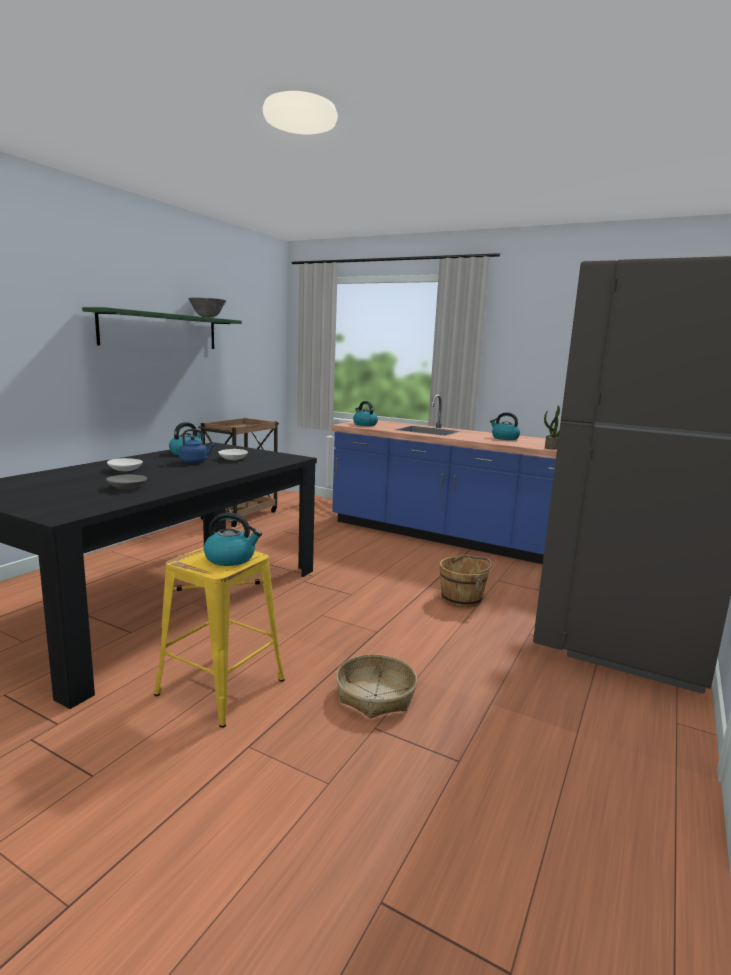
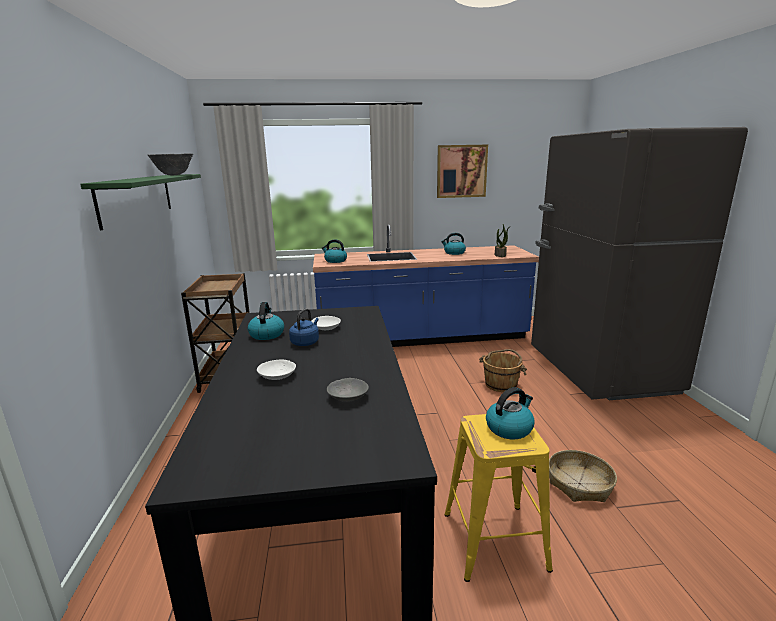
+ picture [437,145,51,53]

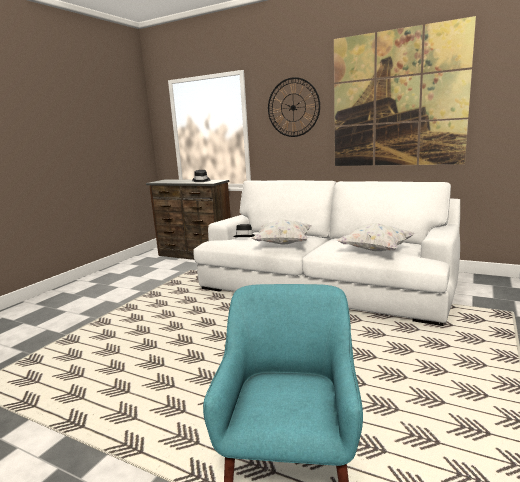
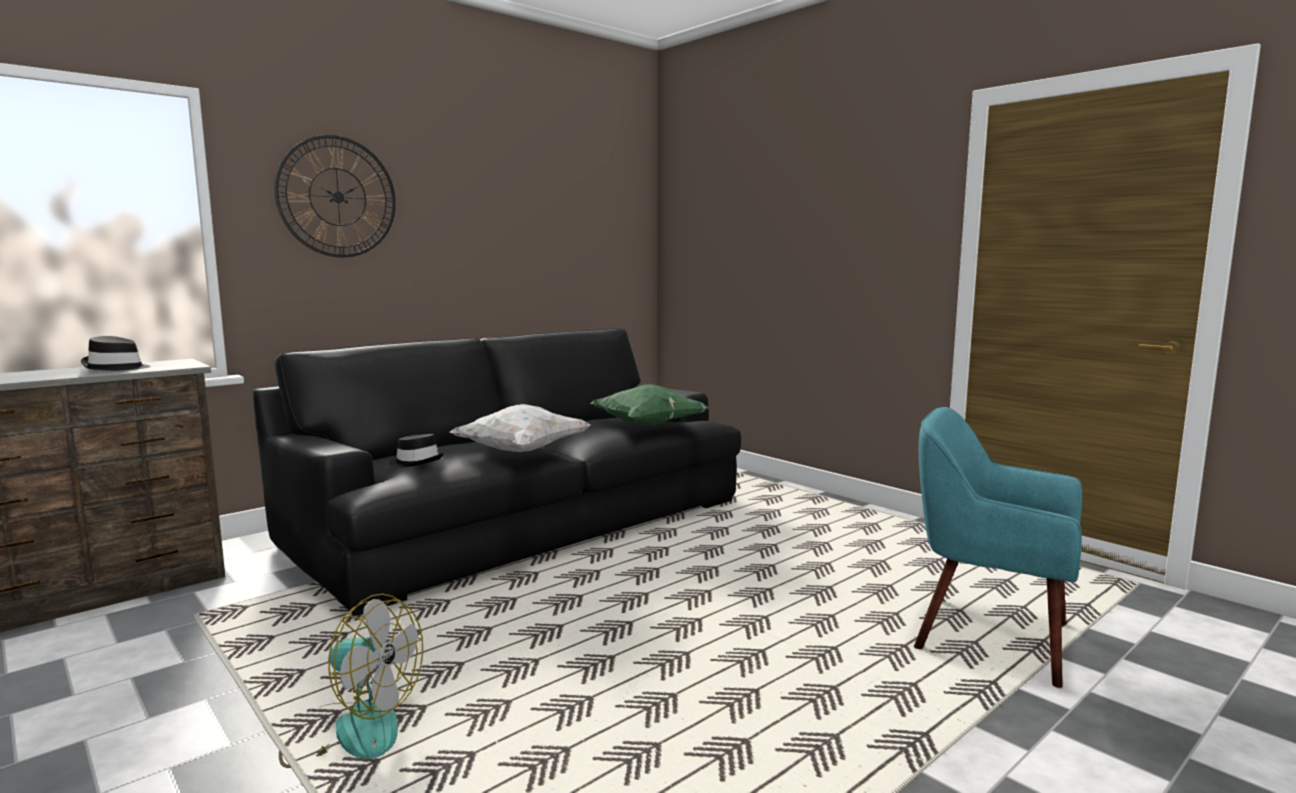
- picture [334,16,142,150]
+ fan [279,593,144,175]
~ sofa in white [193,180,267,146] to sofa in black [253,328,488,288]
~ pillow in white [336,223,79,28] to pillow in green [590,384,119,41]

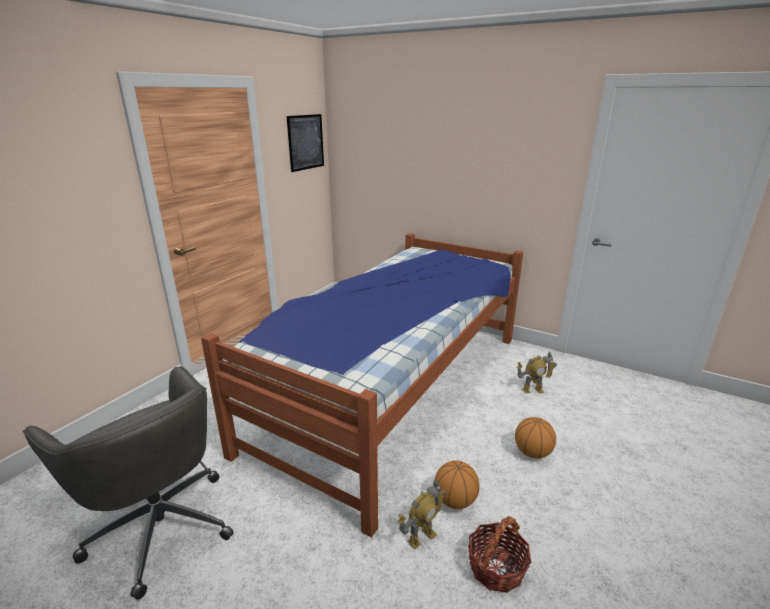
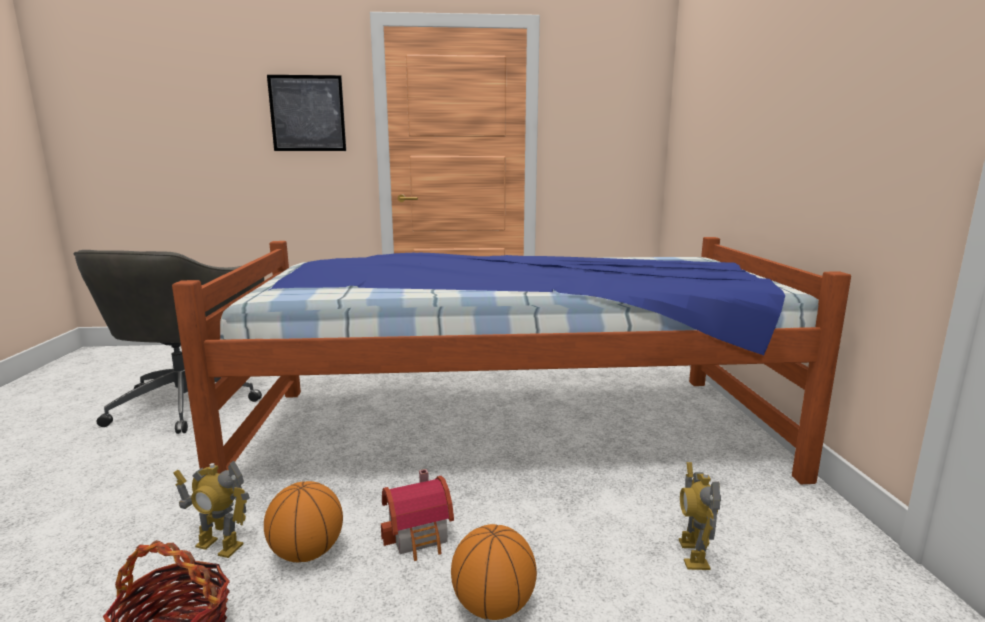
+ toy house [381,469,73,92]
~ picture [287,114,37,58] to [267,75,79,76]
~ toy robot [517,351,40,42] = [679,462,42,108] 45 degrees clockwise

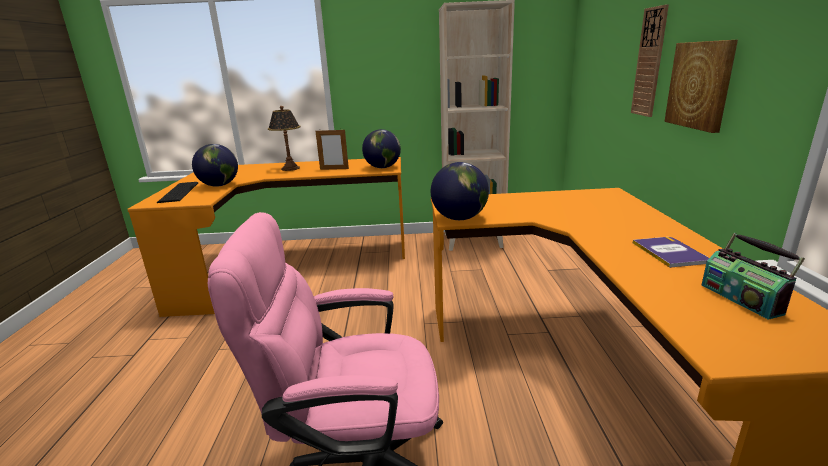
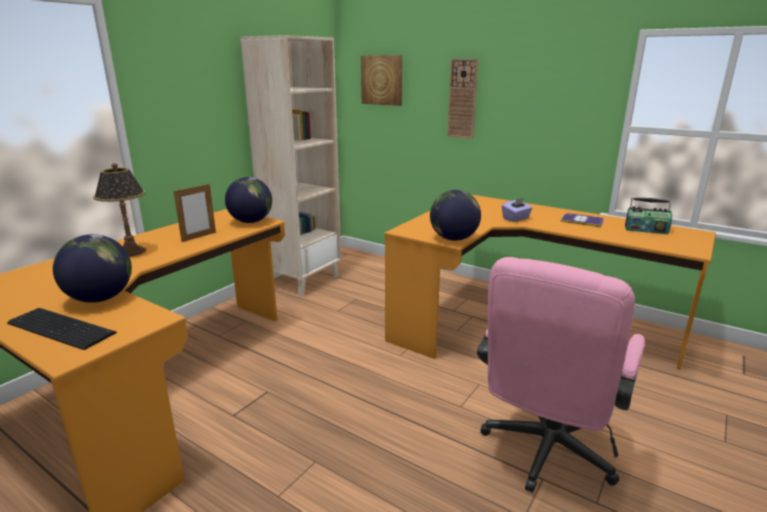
+ tissue box in purple [502,198,31,24]
~ picture [664,40,74,93] to [361,55,41,51]

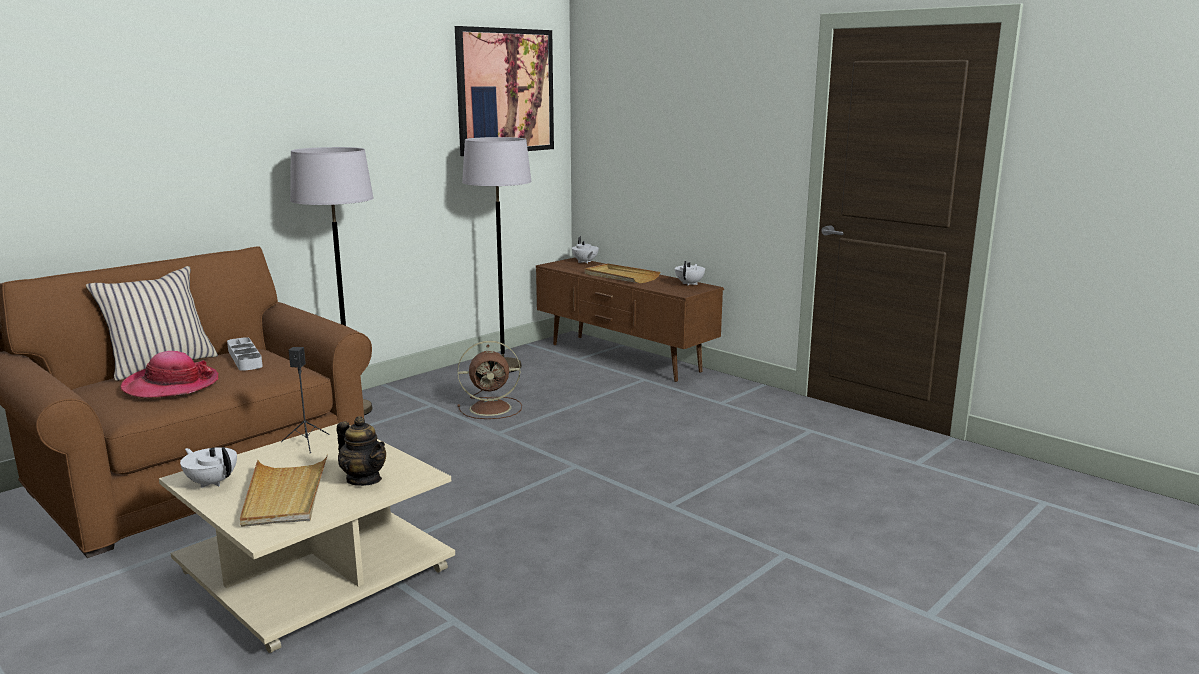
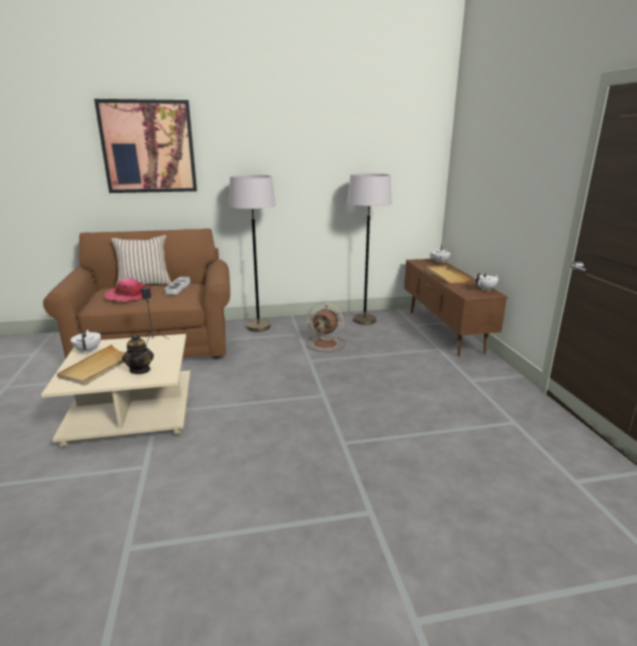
~ picture [455,26,99,130] to [94,99,103,94]

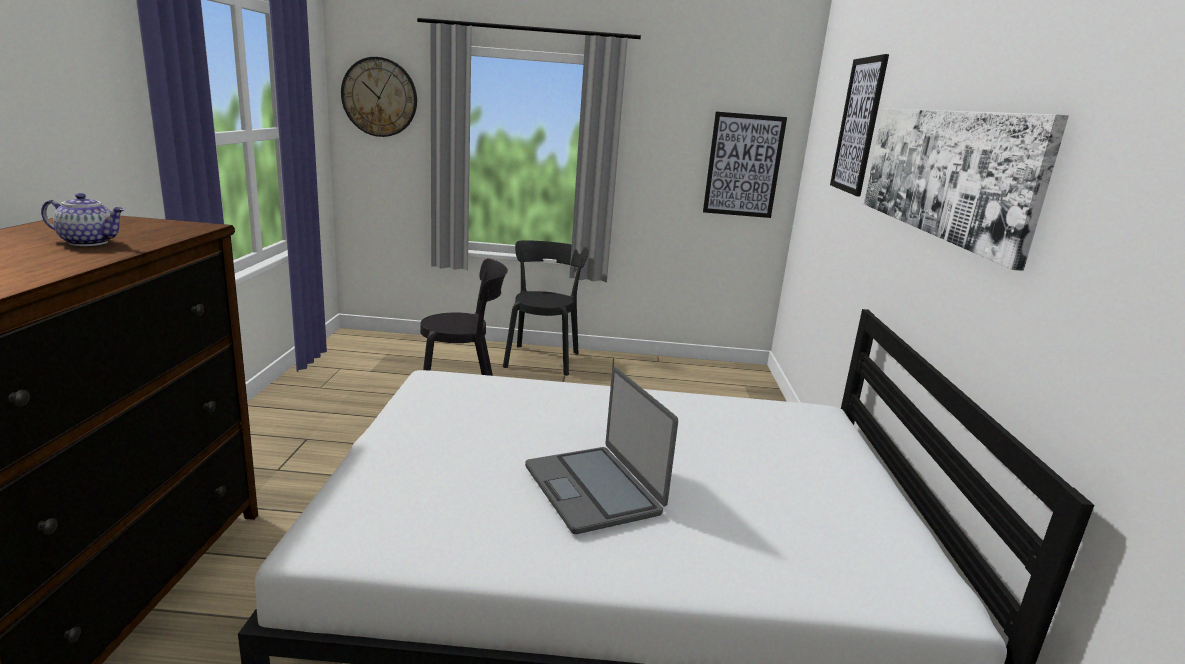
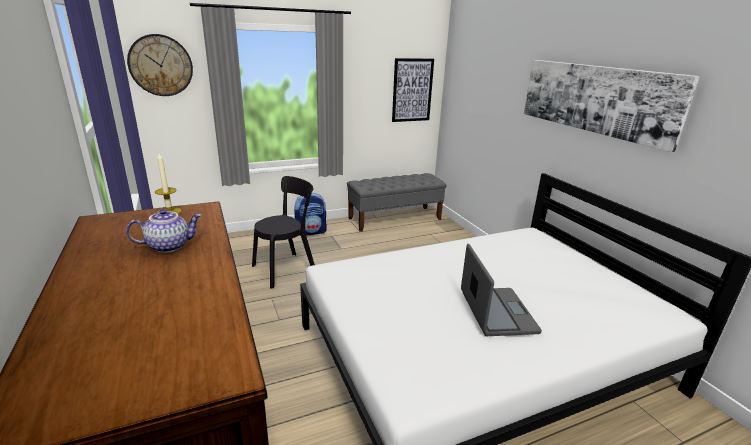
- picture [830,54,59,143]
+ candle [155,153,27,61]
+ bench in grey [347,173,100,59]
~ chair in black [503,240,85,136] to backpack [294,192,33,43]
~ laptop [525,367,153,167] = [461,244,81,92] 135 degrees counterclockwise

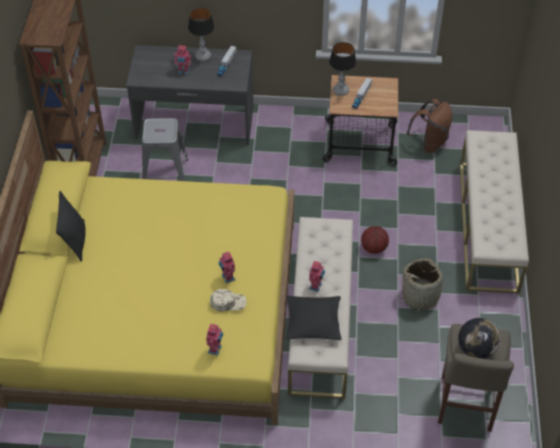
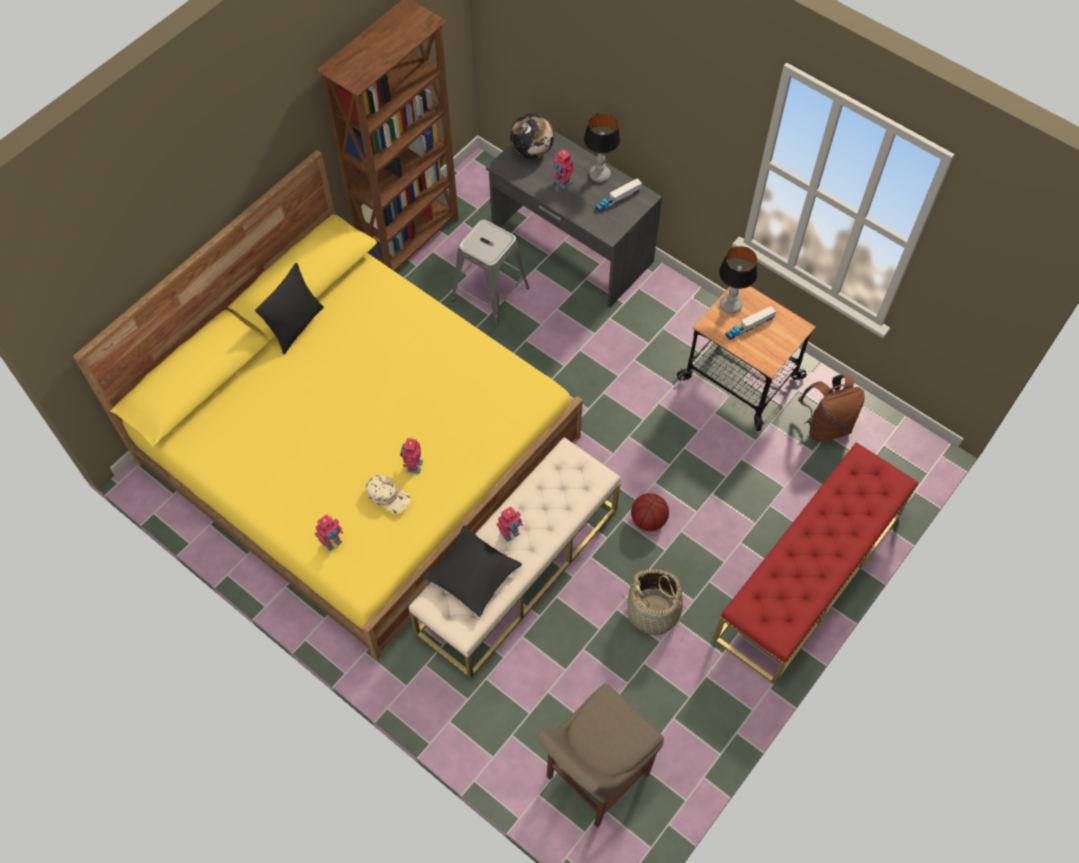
~ globe [458,318,42,41] to [510,113,44,45]
~ bench in beige [460,130,69,164] to bench in red [713,442,205,243]

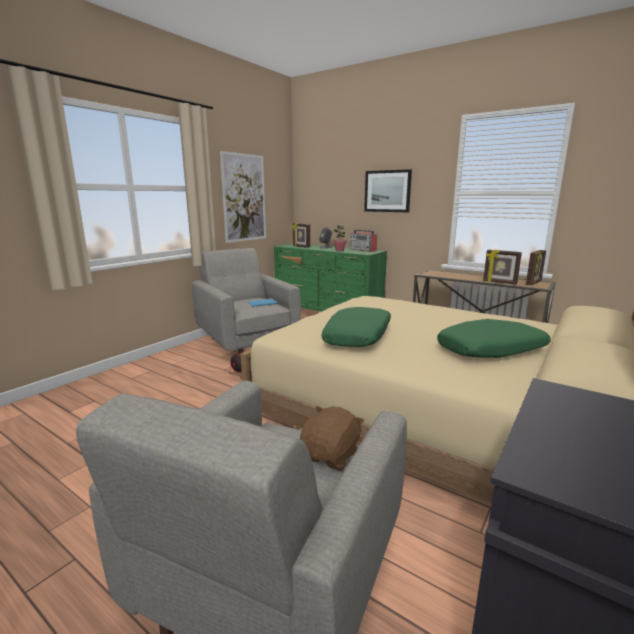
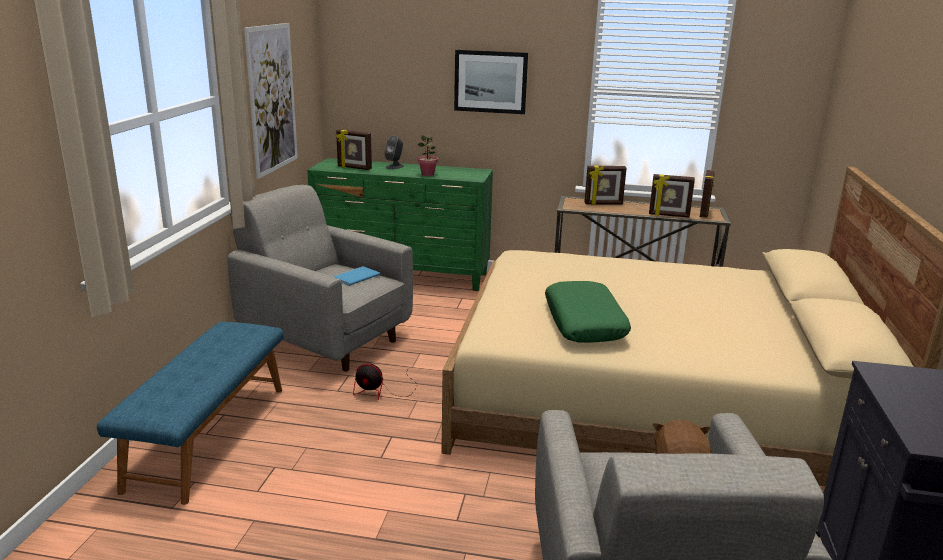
- radio [350,230,27,22]
- pillow in green [437,319,114,39]
+ bench in blue [97,322,186,183]
+ picture frame [584,166,43,39]

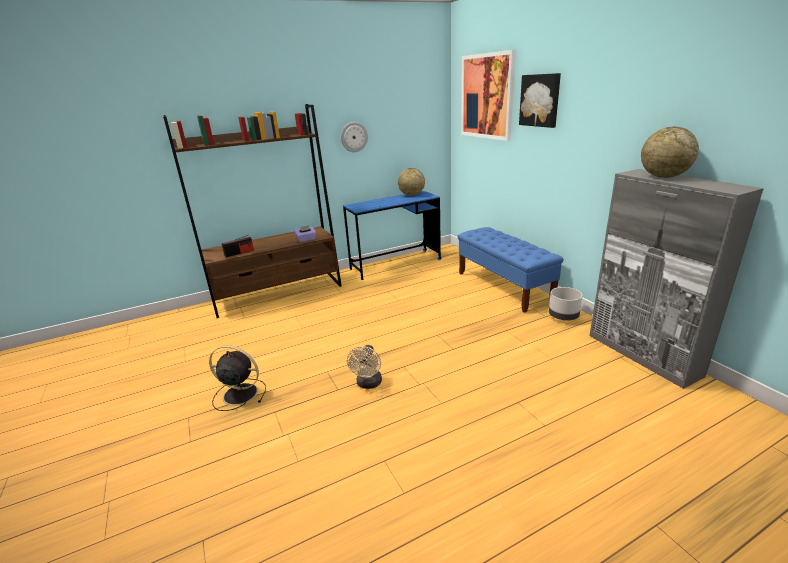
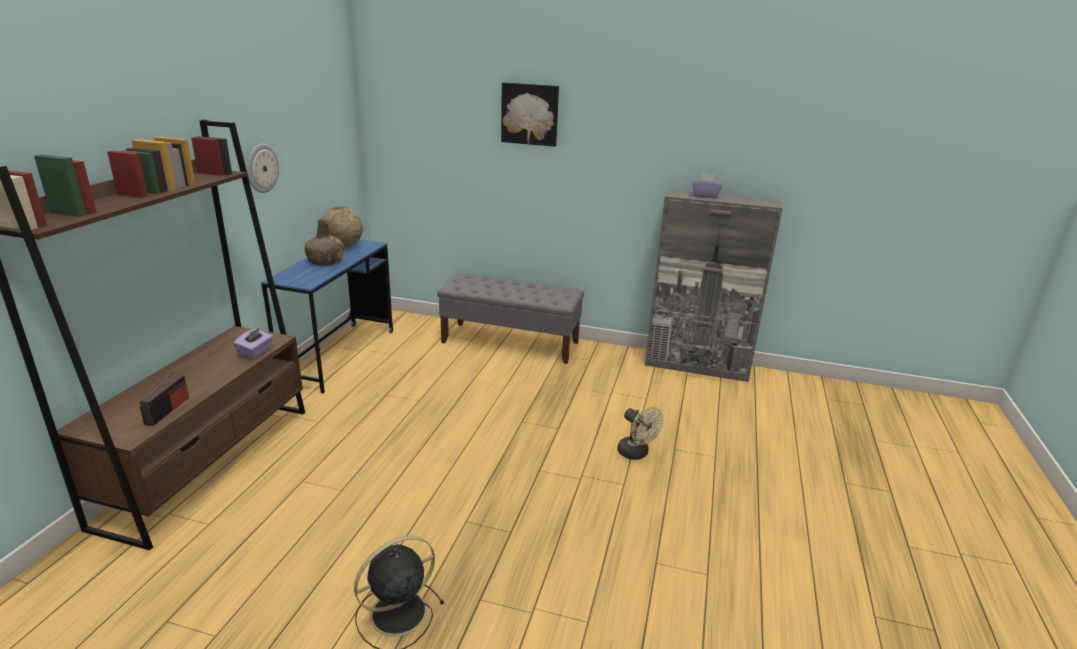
- picture [461,50,54,91]
- planter in grey [549,287,34,33]
+ bottle in green [305,219,39,47]
~ fan in beige [347,345,35,44] to [617,406,47,54]
~ globe [641,127,58,51] to tissue box in purple [692,173,30,25]
~ bench in blue [457,227,107,86] to bench in grey [437,273,147,91]

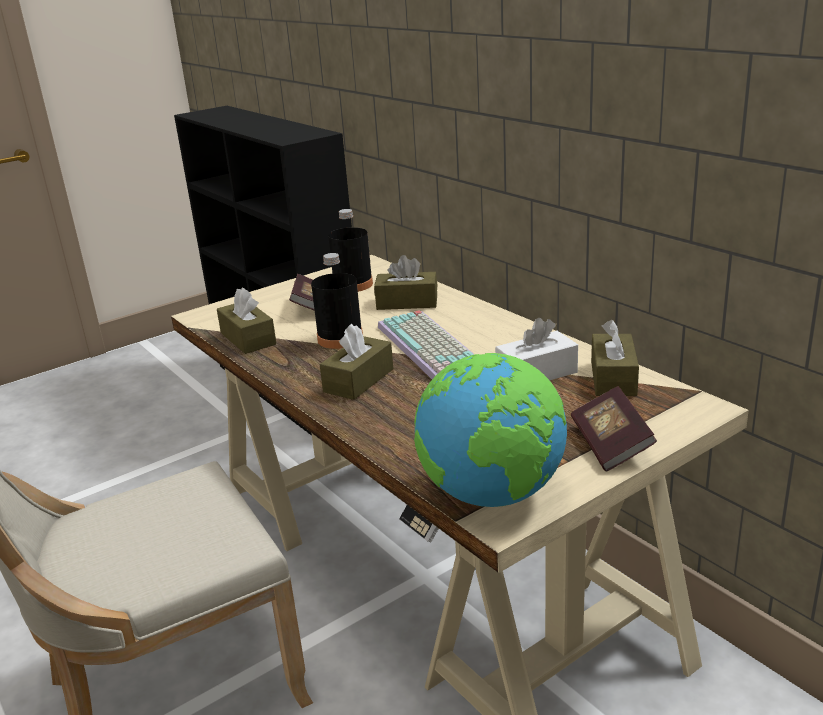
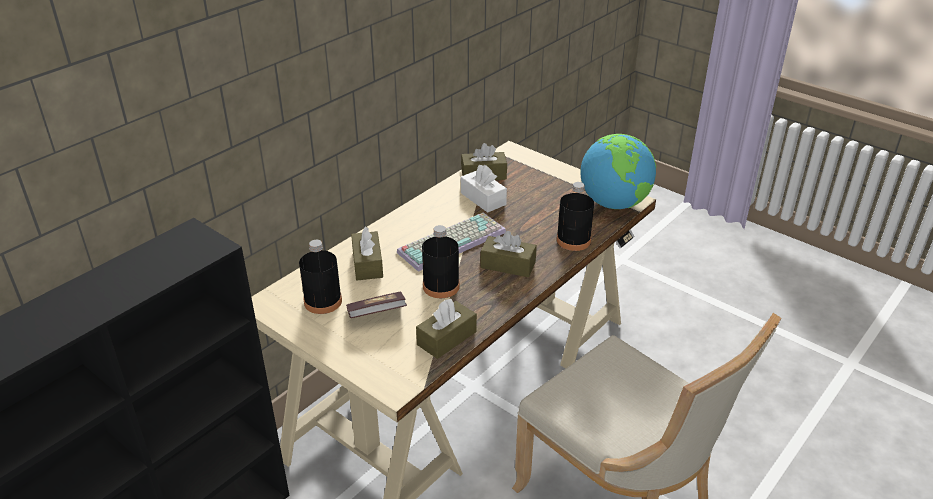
- book [571,386,86,86]
+ bottle in black [556,182,38,69]

